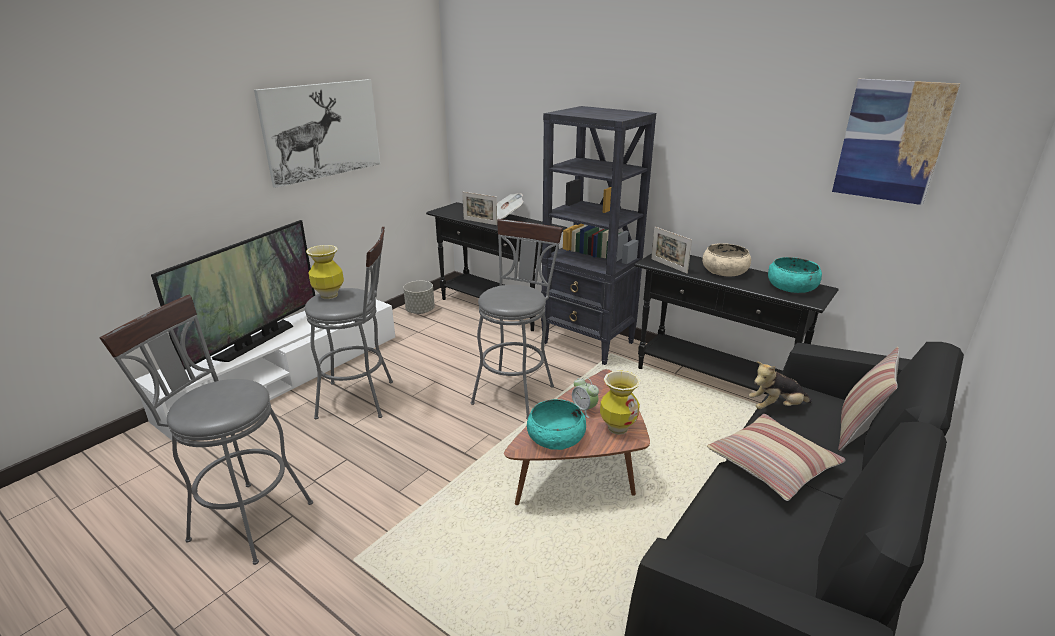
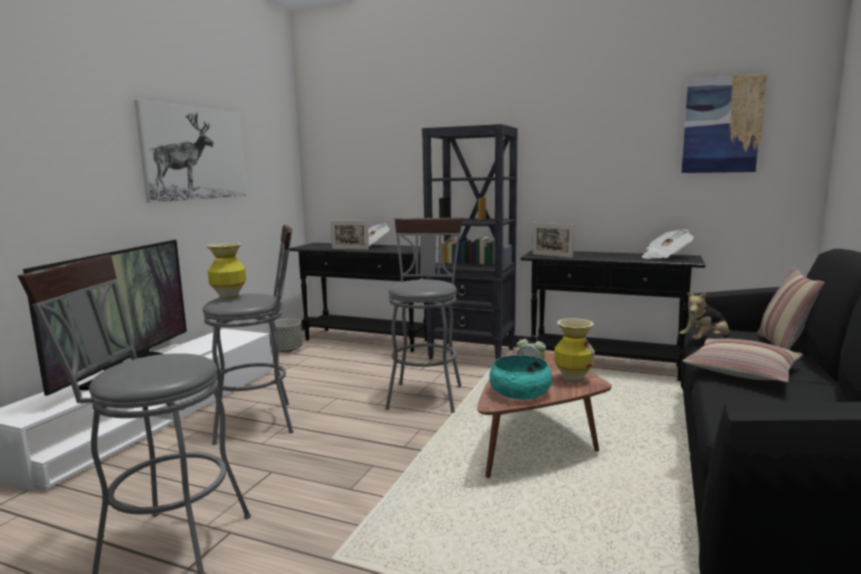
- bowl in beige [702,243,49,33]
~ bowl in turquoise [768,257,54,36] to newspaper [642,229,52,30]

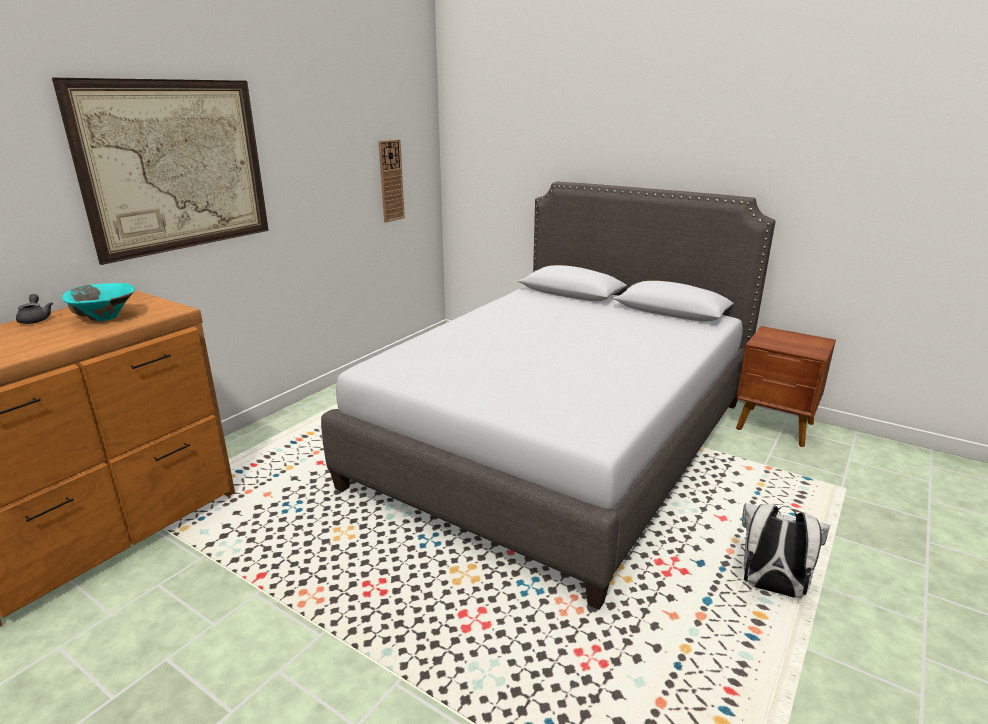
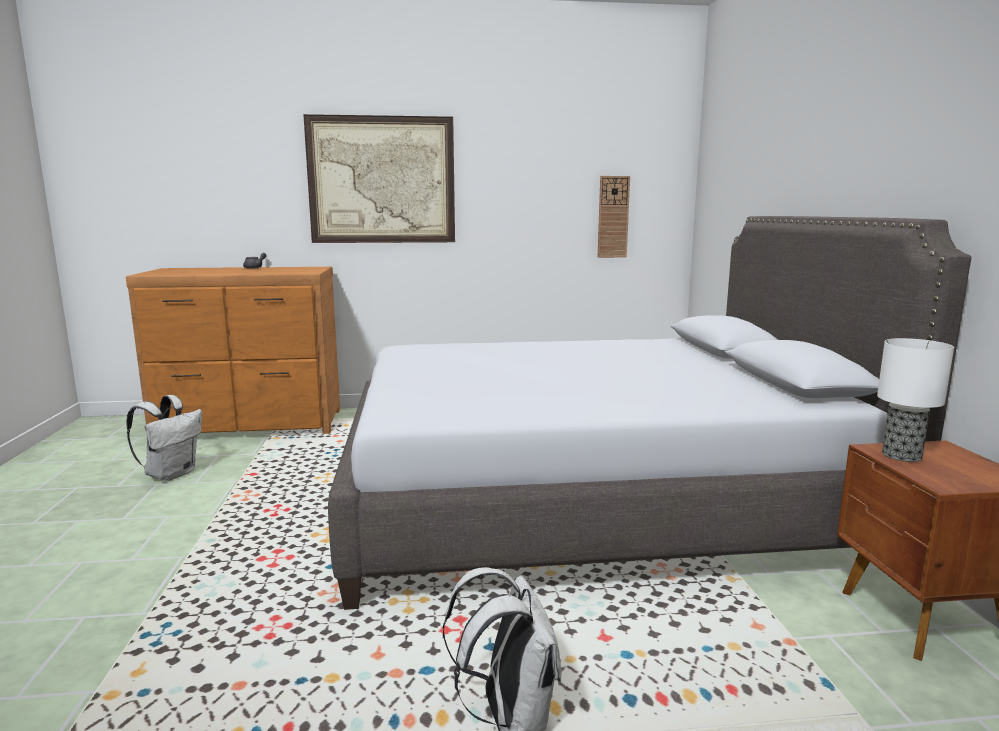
- bowl in turquoise [62,283,73,38]
+ backpack in white [126,395,76,86]
+ table lamp [877,338,77,124]

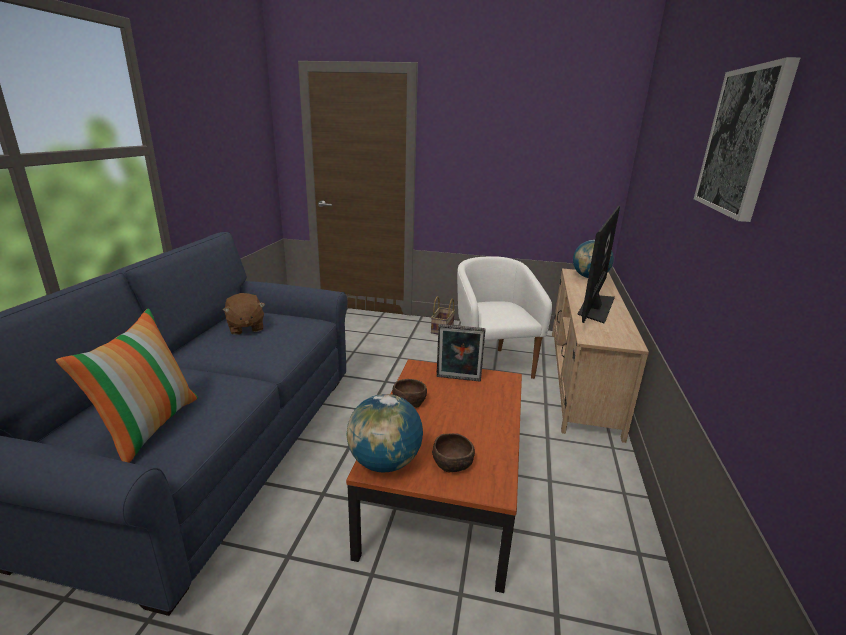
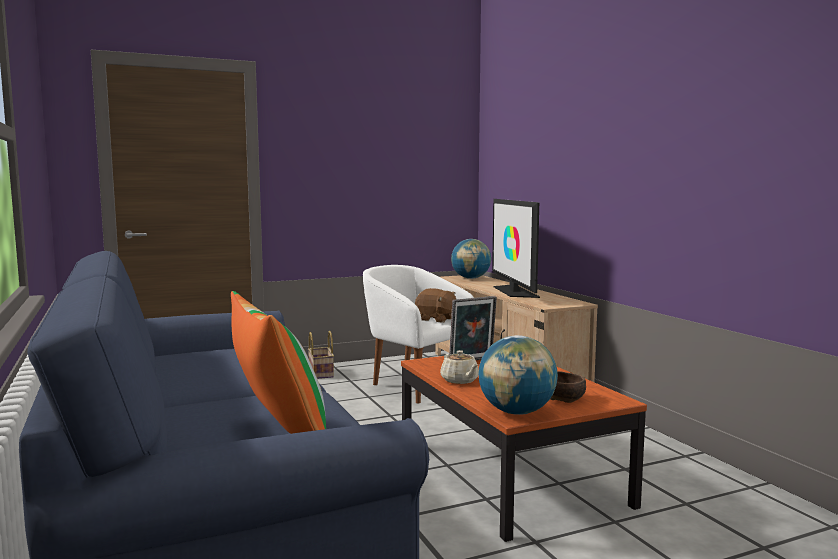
- picture [694,57,107,165]
~ plush toy in brown [223,293,42,42] to [415,288,41,35]
~ bowl in brown [392,379,35,29] to teapot in beige [440,350,39,34]

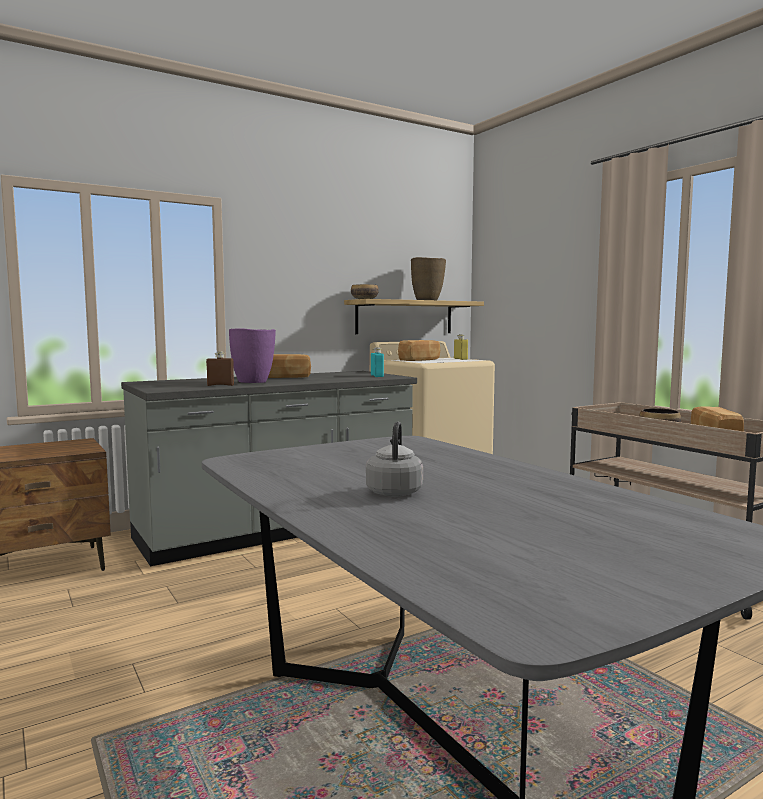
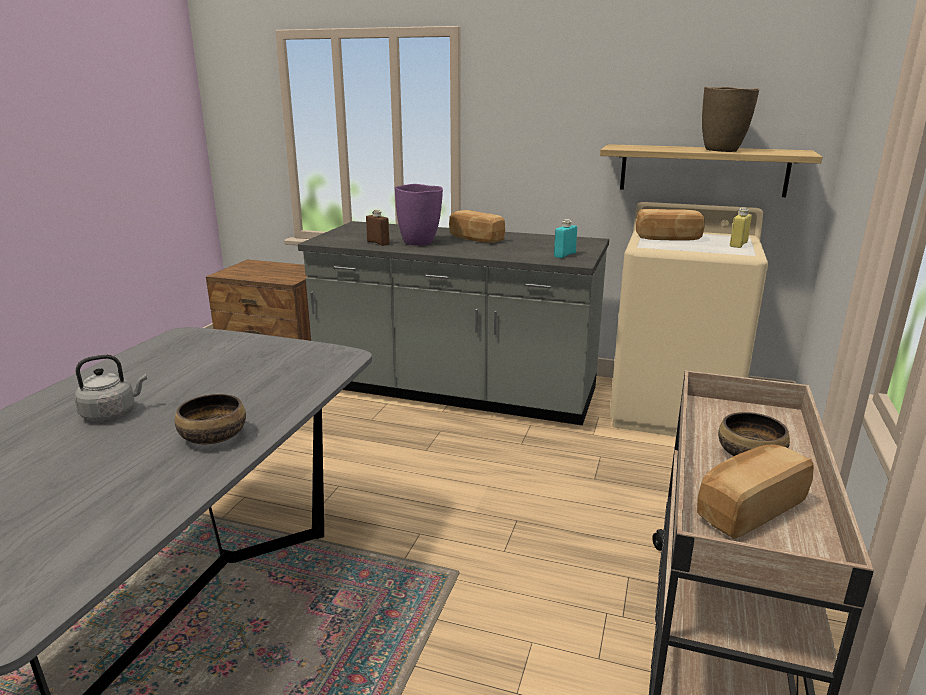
~ bowl [351,284,28,15] to [175,394,71,50]

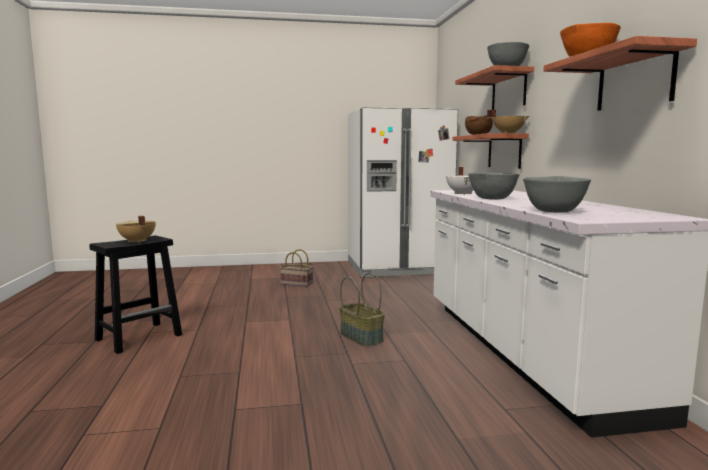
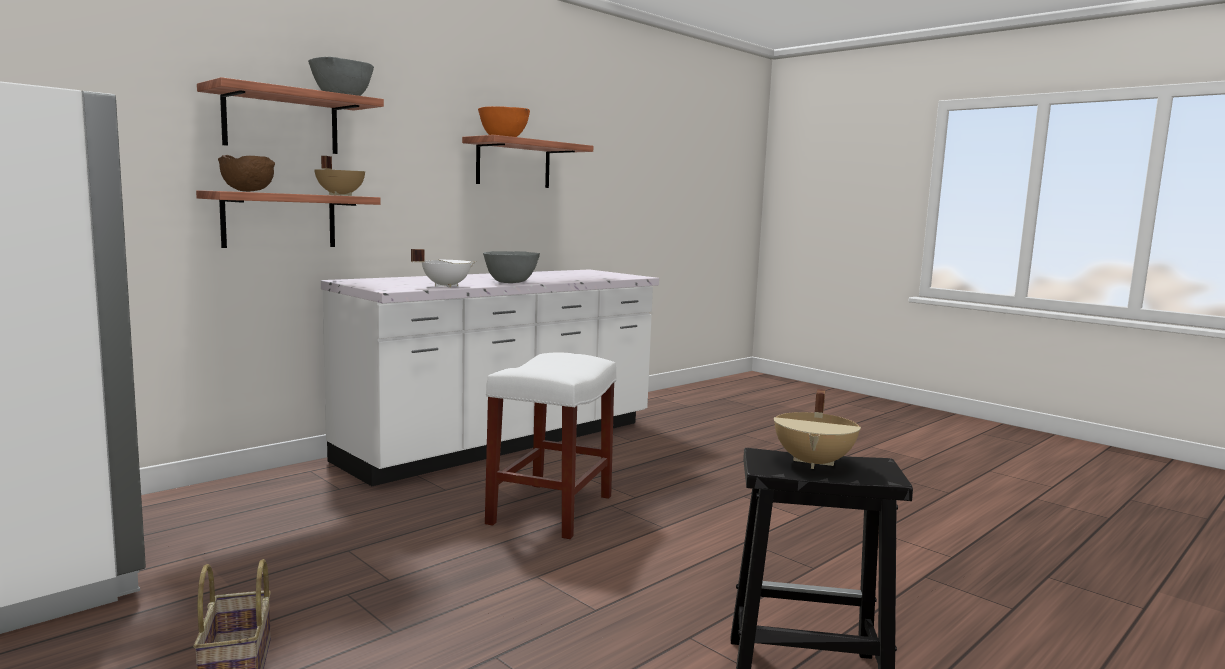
- bowl in grey [523,176,68,37]
~ basket [339,273,46,74] to stool in white [485,352,131,187]

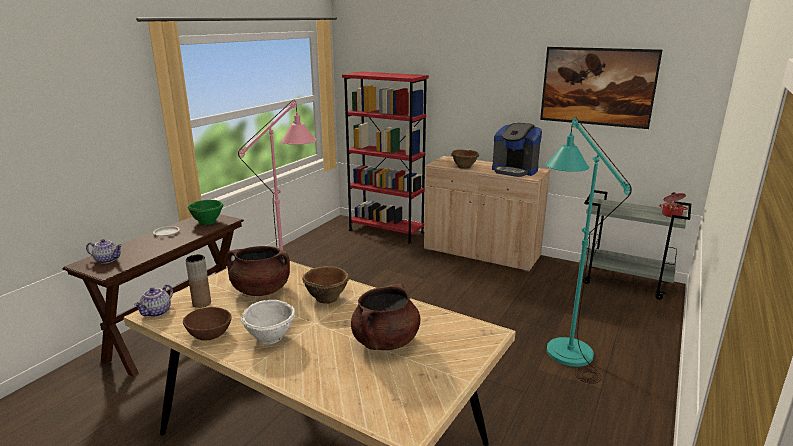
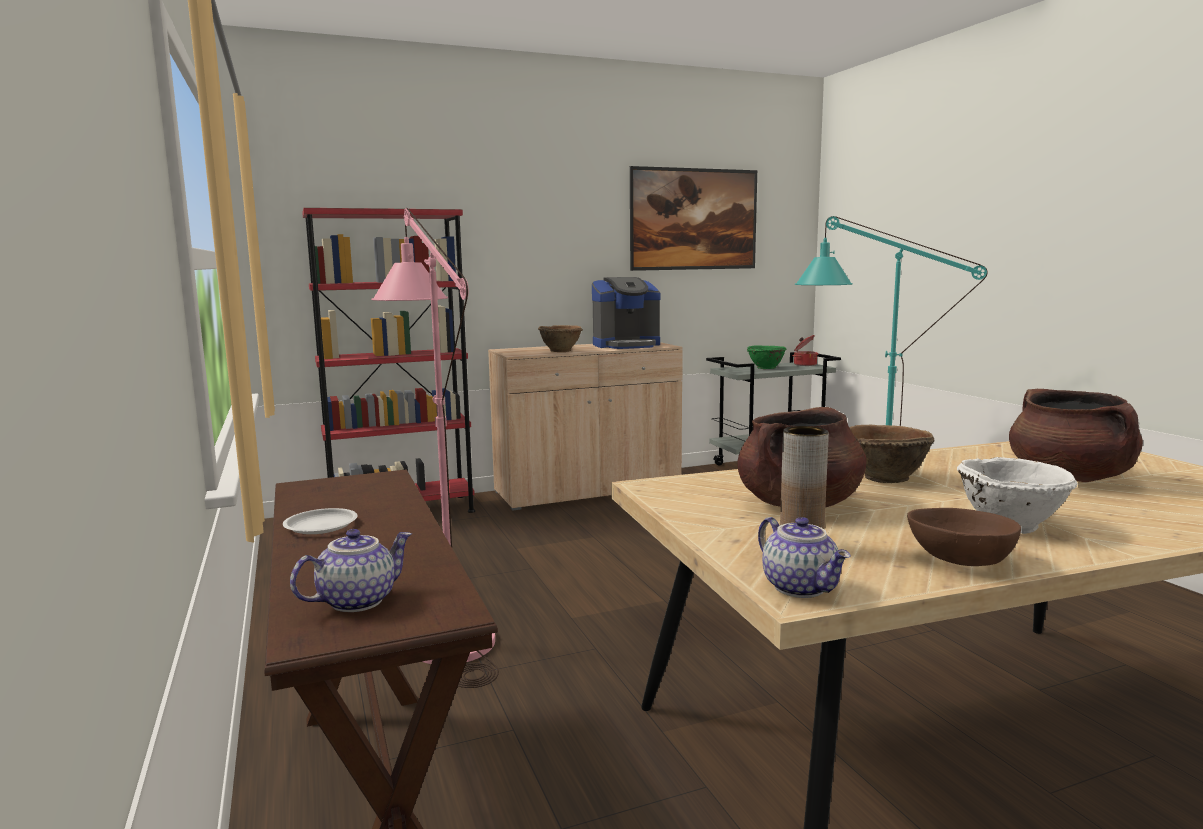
~ bowl in green [188,200,36,25] to [747,346,39,23]

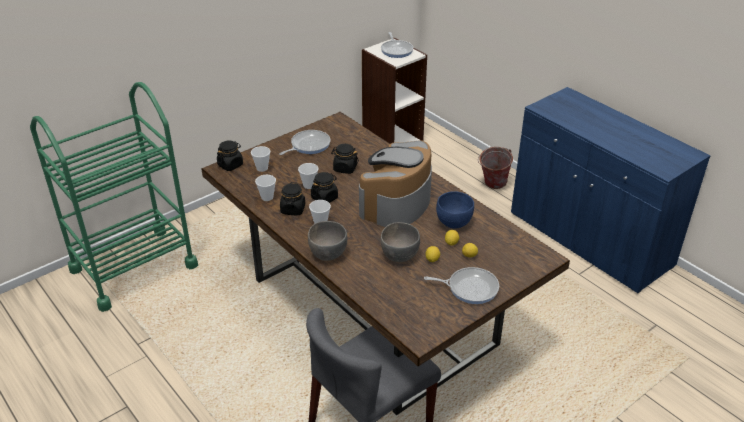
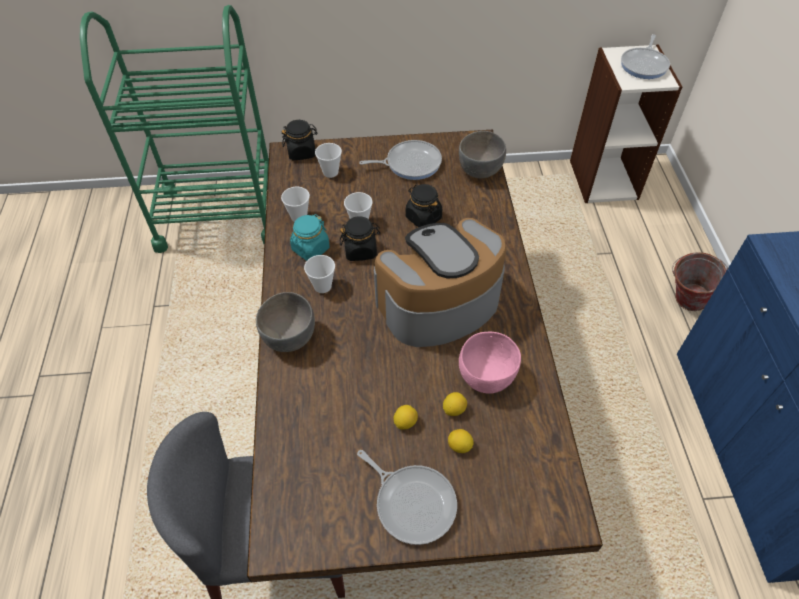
~ bowl in grey [381,222,39,40] to [459,131,47,47]
~ jar in black [280,182,25,33] to jar in turquoise [290,214,39,47]
~ bowl in blue [436,191,38,38] to bowl in pink [459,332,62,62]

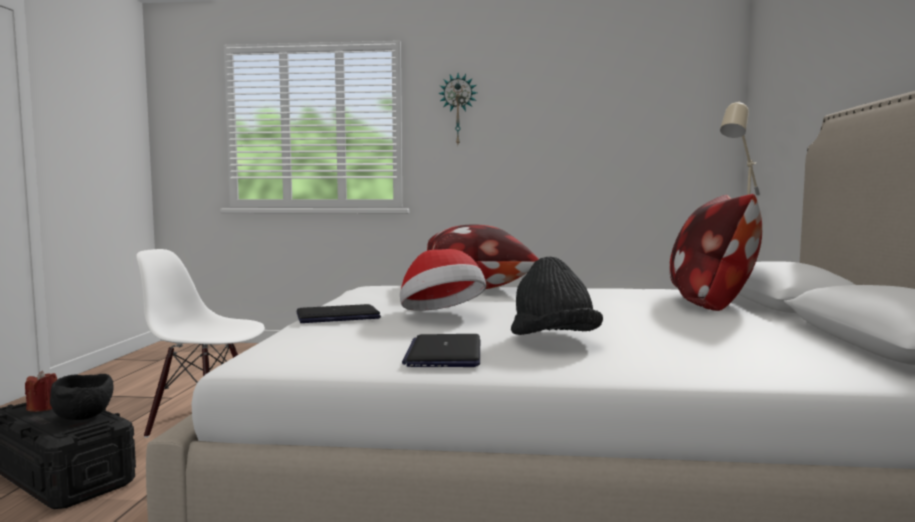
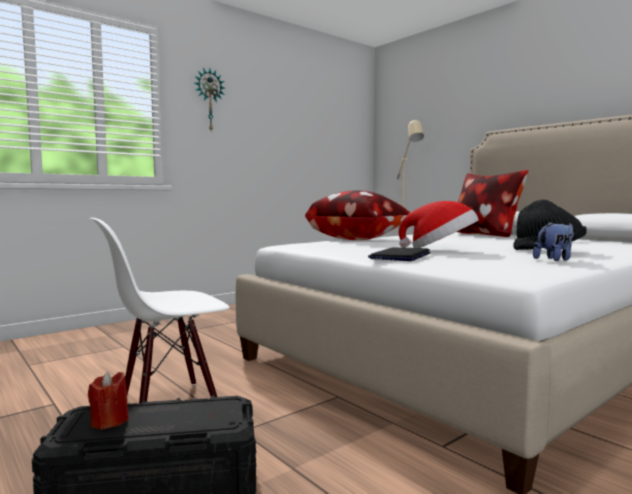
- bowl in black [50,374,64,46]
~ laptop [402,334,78,33] to plush toy [533,222,41,39]

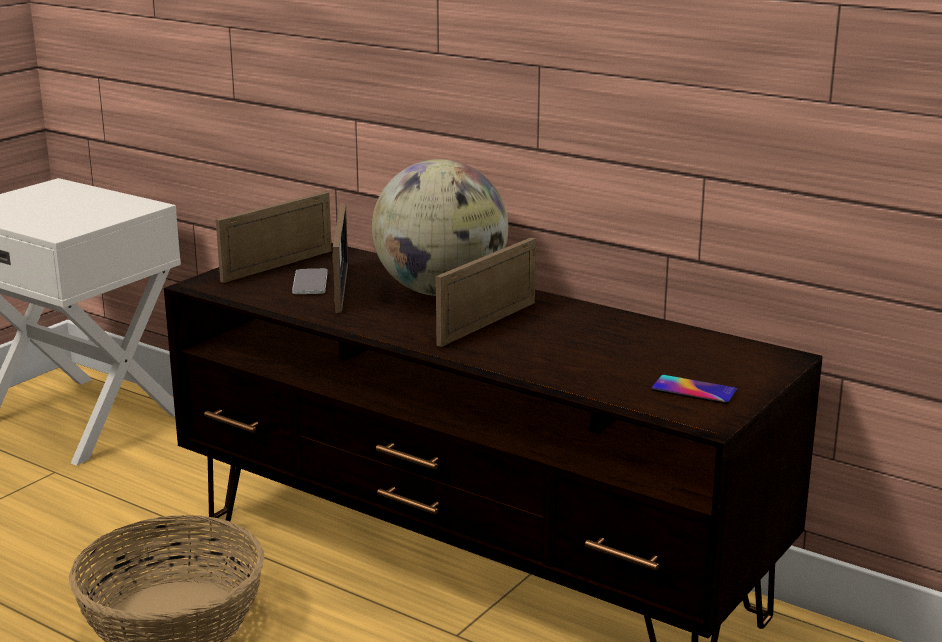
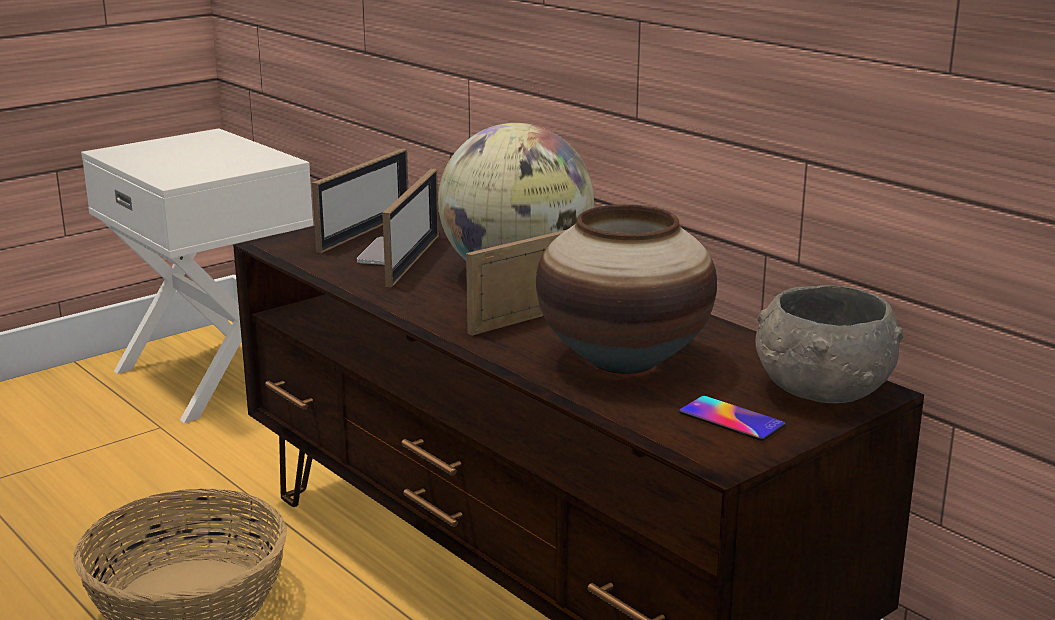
+ vase [536,204,181,171]
+ bowl in grey [756,285,148,118]
~ picture frame [216,191,116,92] = [312,148,96,105] 150 degrees clockwise

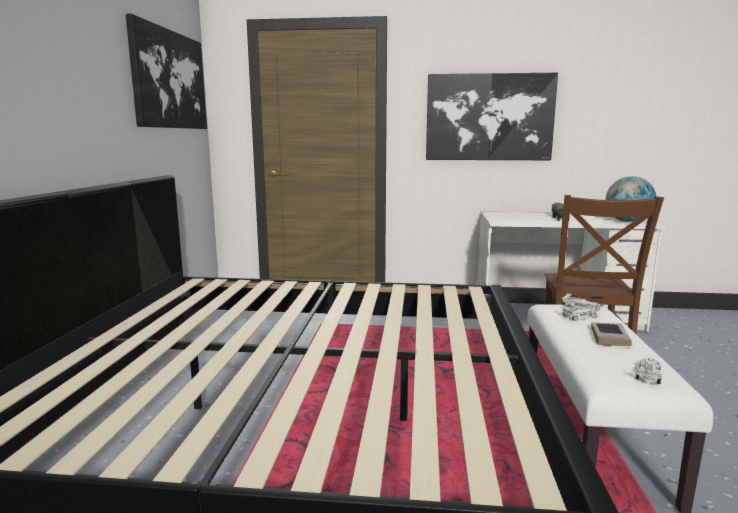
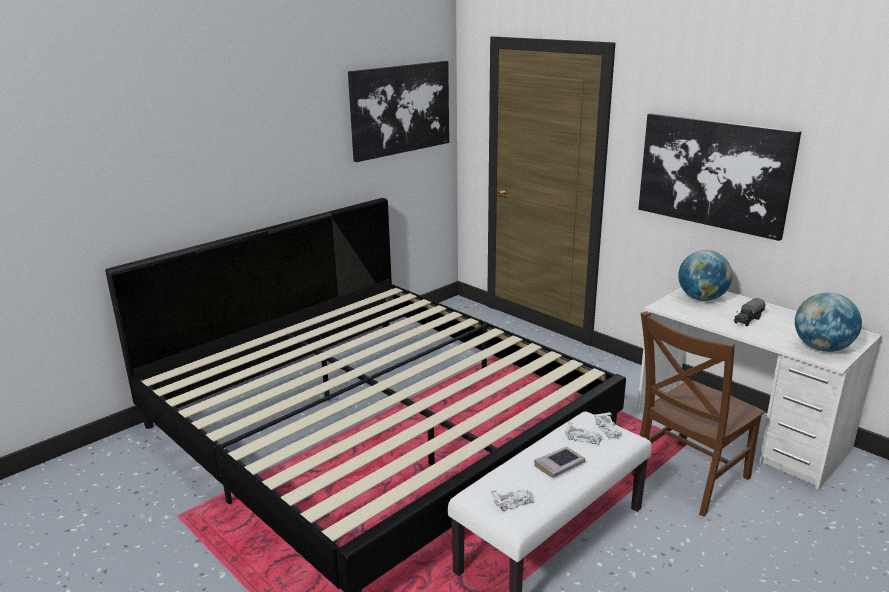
+ globe [678,250,54,51]

